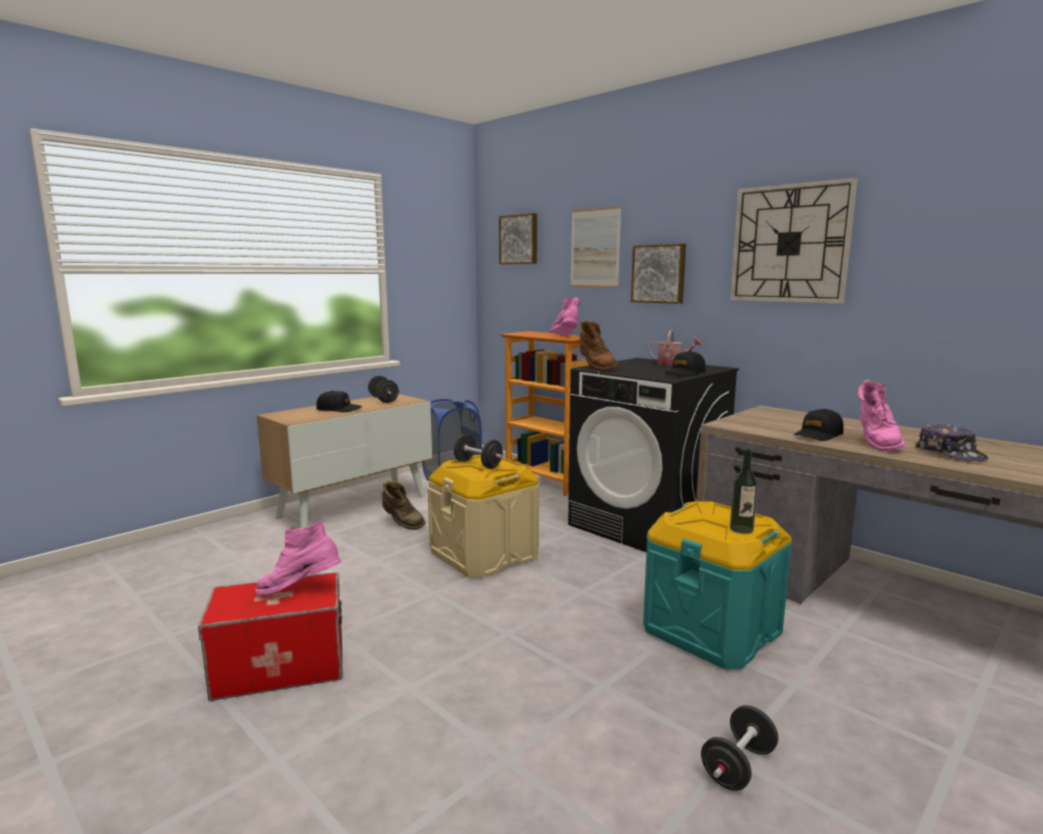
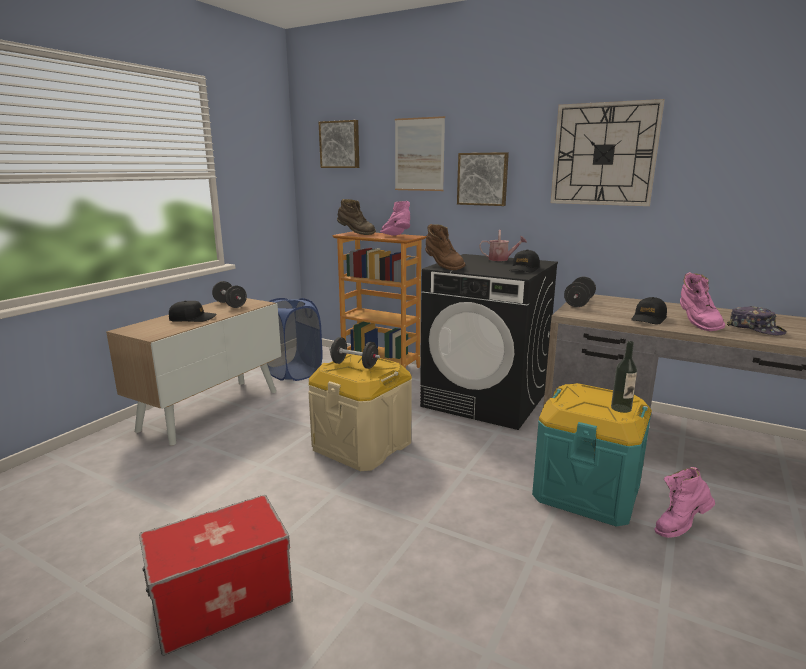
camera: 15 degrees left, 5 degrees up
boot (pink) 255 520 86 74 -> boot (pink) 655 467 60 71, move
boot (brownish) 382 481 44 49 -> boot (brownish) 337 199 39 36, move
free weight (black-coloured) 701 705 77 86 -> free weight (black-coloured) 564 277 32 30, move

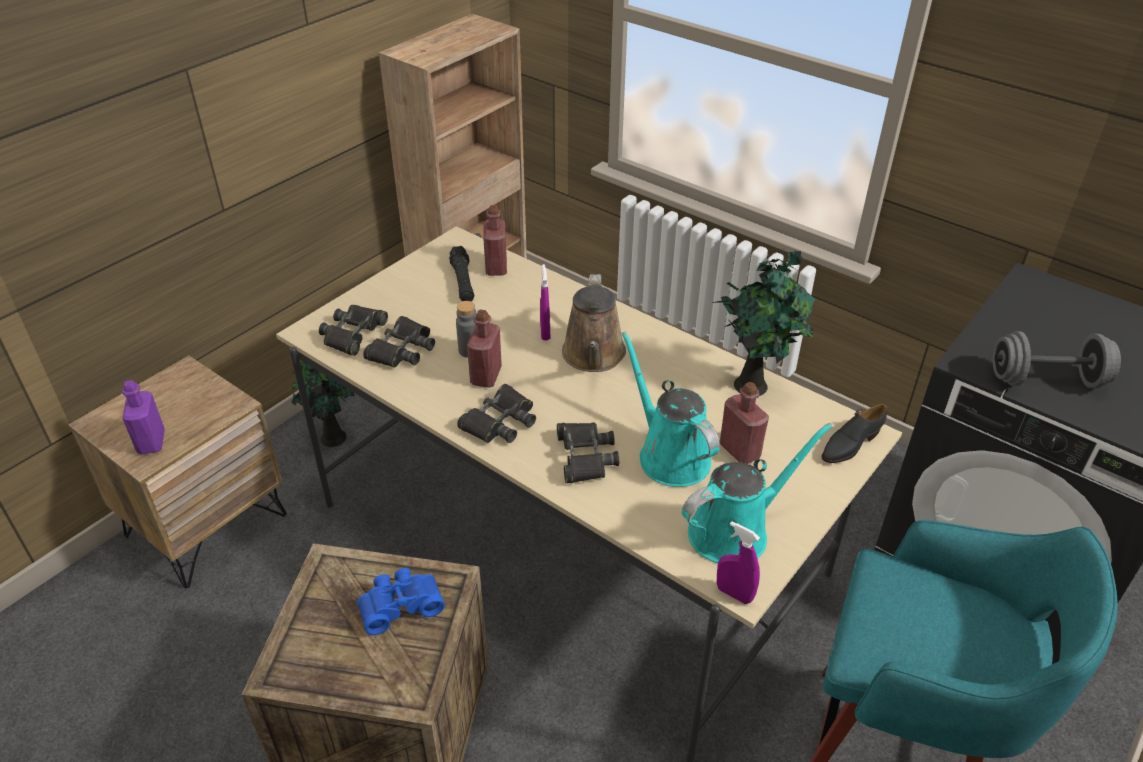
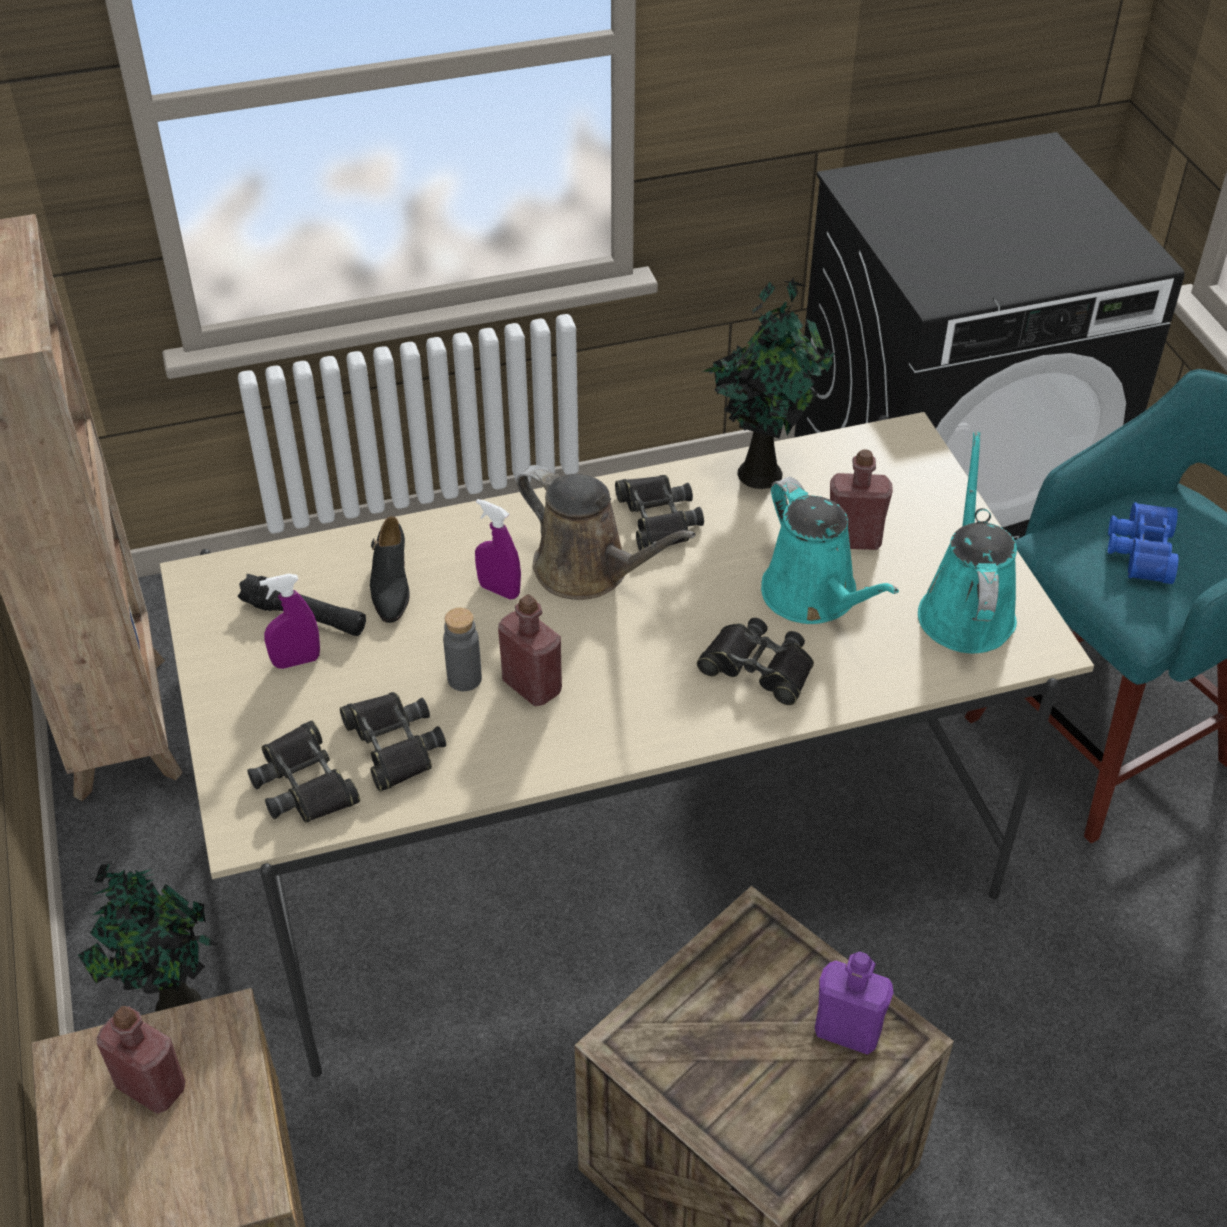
camera: 55 degrees left, 5 degrees up
free weight (gray) 993 331 128 57 -> none
beverage bottle (purple) 122 380 43 74 -> beverage bottle (purple) 815 951 78 104, move
binoculars (blue) 357 568 88 67 -> binoculars (blue) 1108 502 70 82, move
binoculars (black-coloured) 457 384 79 59 -> binoculars (black-coloured) 615 475 89 76, move
beverage bottle (red) 483 205 24 71 -> beverage bottle (red) 97 1006 88 108, move
sprayer (purple) 717 521 43 83 -> sprayer (purple) 260 574 60 95, move
item of footwear (black-coloured) 822 404 65 59 -> item of footwear (black-coloured) 370 516 40 107, move
watering can (turquoise-coloured) 621 331 99 156 -> watering can (turquoise-coloured) 761 477 138 147, 120 degrees counterclockwise

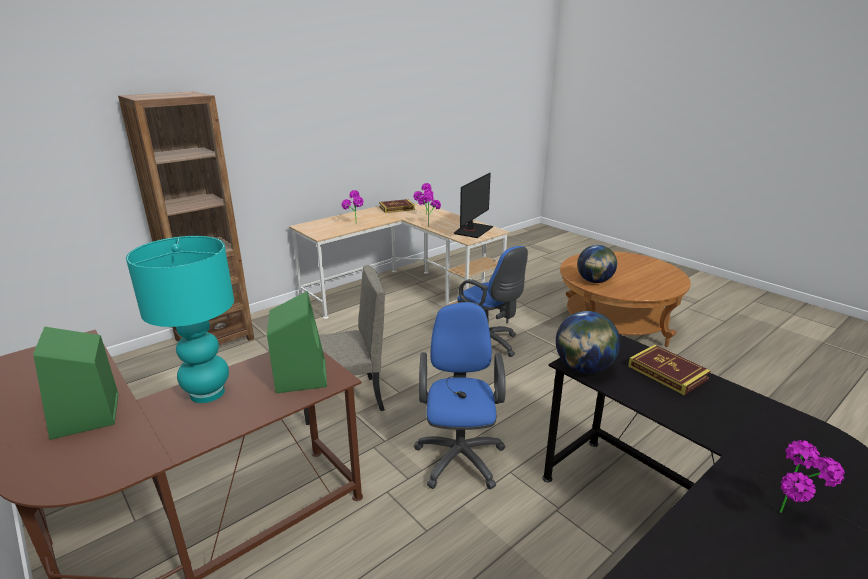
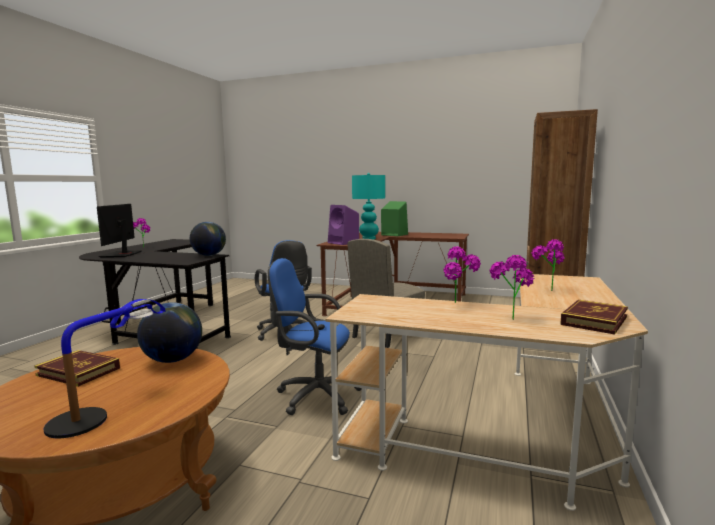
camera: 150 degrees right, 15 degrees down
none -> table lamp 44 299 122 139
computer screen 454 173 39 65 -> computer screen 97 204 45 54, move
volume 628 345 83 50 -> volume 34 350 86 37, move
loudspeaker (green) 267 291 60 102 -> loudspeaker (purple) 328 205 31 40

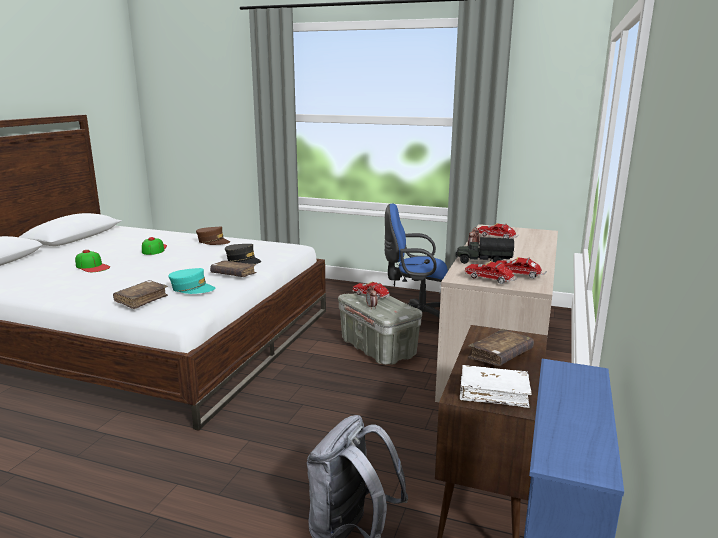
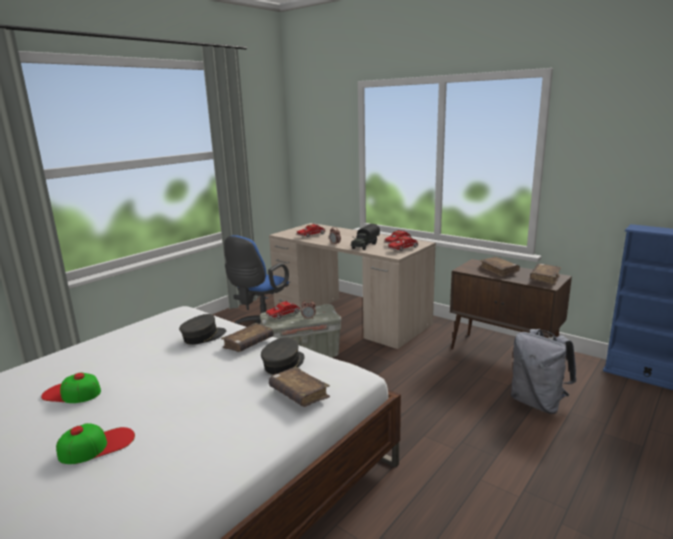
camera: 70 degrees left, 0 degrees up
peaked cap (brownish) 196 227 34 18 -> none
peaked cap (turquoise-coloured) 168 268 47 26 -> peaked cap (gray) 261 337 44 38
volume (white-coloured) 460 365 72 43 -> volume (brownish) 530 263 31 23

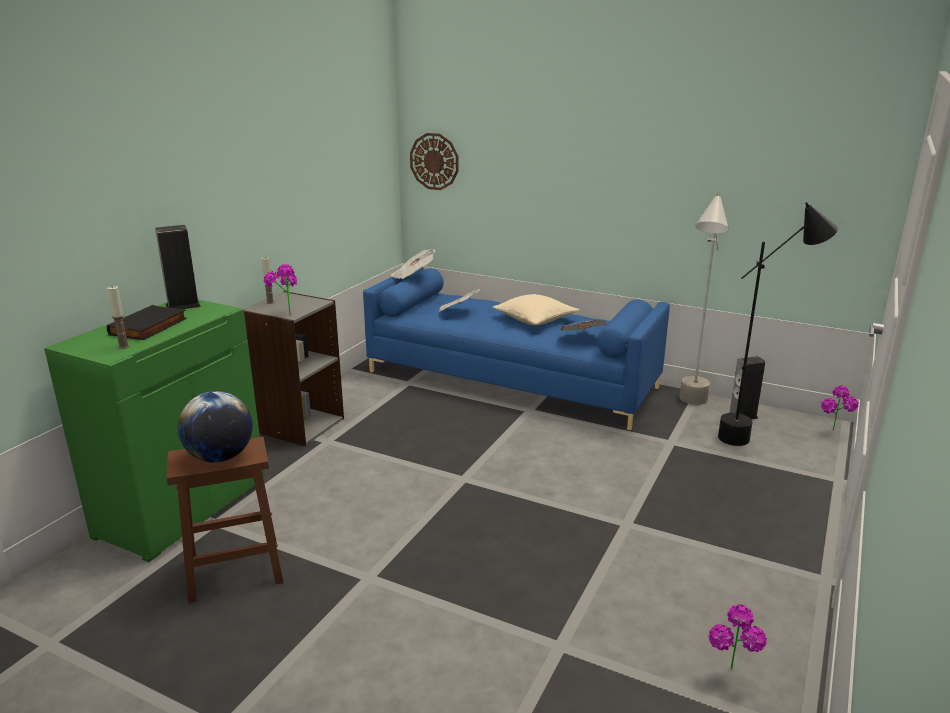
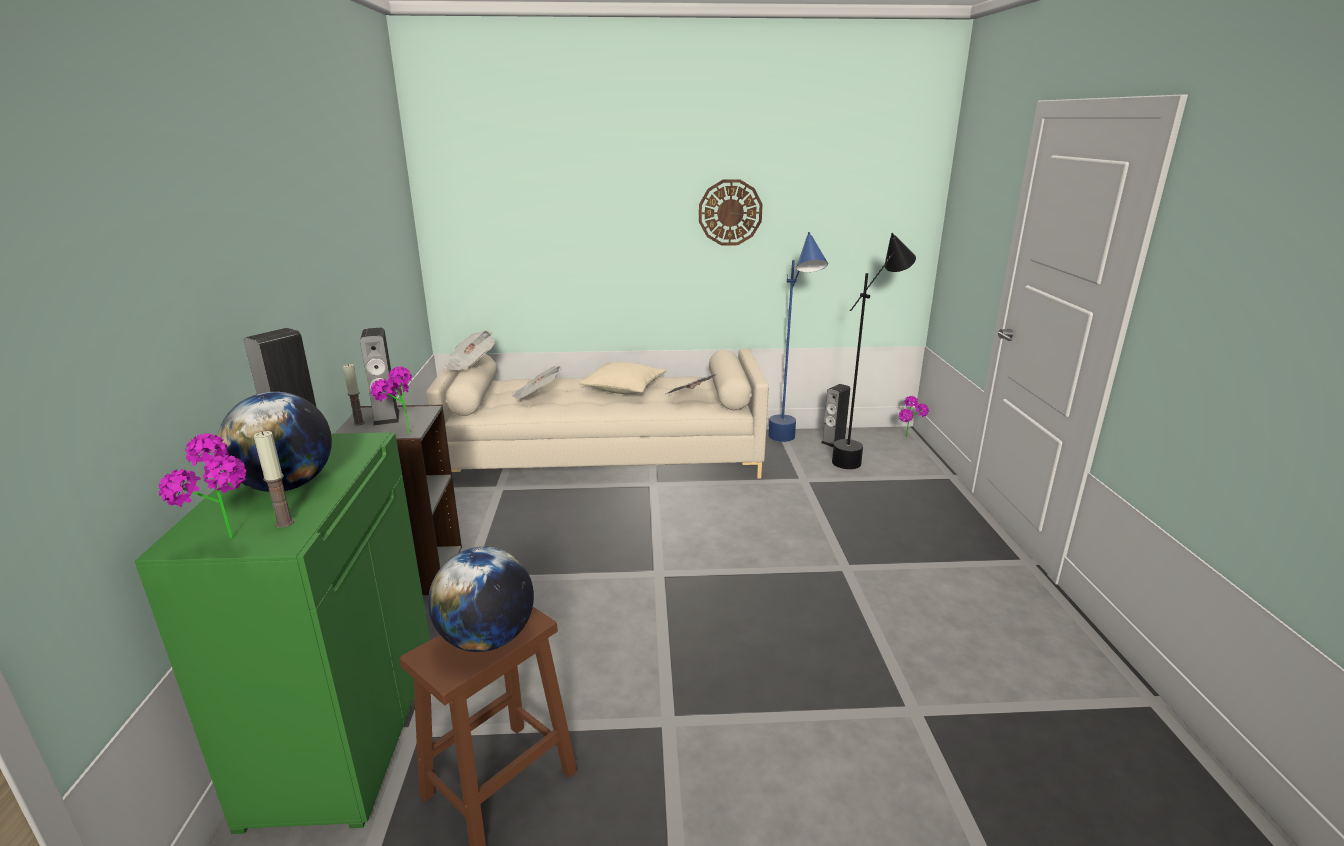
camera: 30 degrees left, 0 degrees up
none -> loudspeaker 360 328 39 98
clock on the wall 410 133 49 57 -> clock on the wall 699 179 64 67, move
houseplant 708 604 59 65 -> houseplant 158 433 88 105, move
volume (black-coloured) 107 305 80 35 -> desk globe 218 392 114 100
settee (blue) 363 267 307 163 -> settee (beige-coloured) 426 349 343 130
floor lamp (gray) 679 192 50 213 -> floor lamp (blue) 768 232 60 210

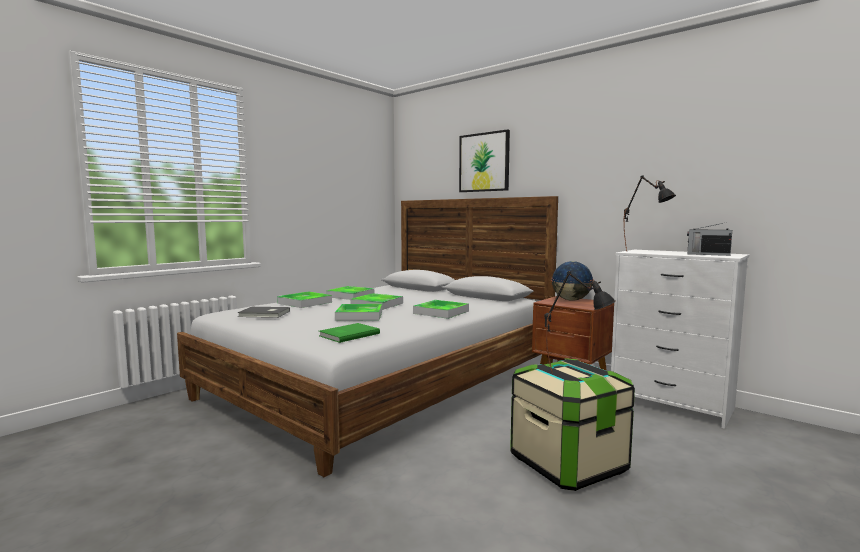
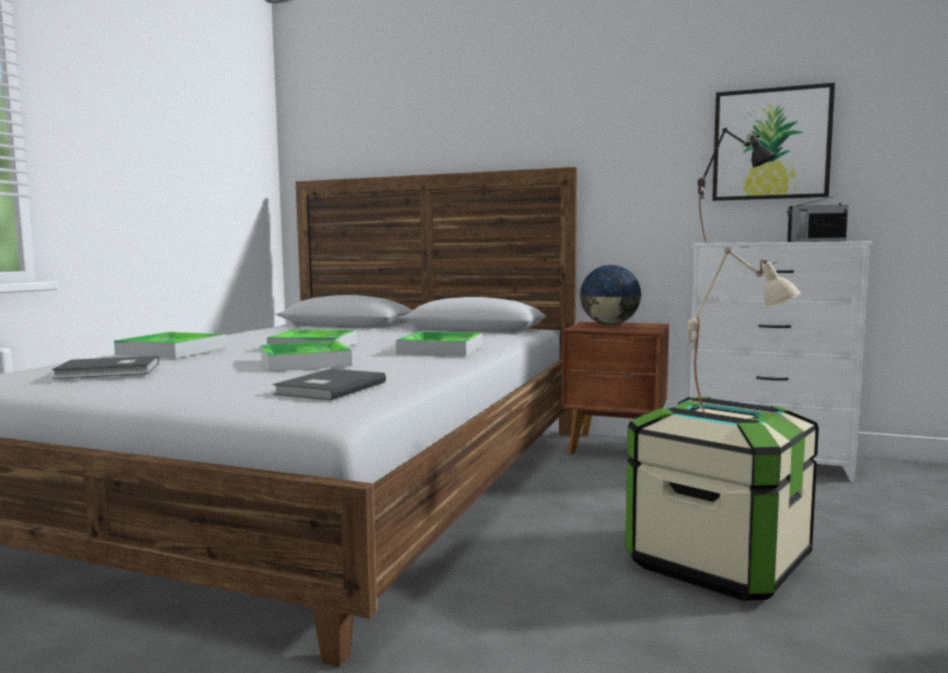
camera: 20 degrees left, 0 degrees up
carrying tray 326 286 48 14 -> none
wall picture 459 129 51 63 -> wall picture 712 83 123 118, move
volume (green) 319 323 61 20 -> volume (gray) 272 369 114 31
table lamp (black-coloured) 544 271 72 102 -> table lamp (beige-coloured) 687 247 114 170

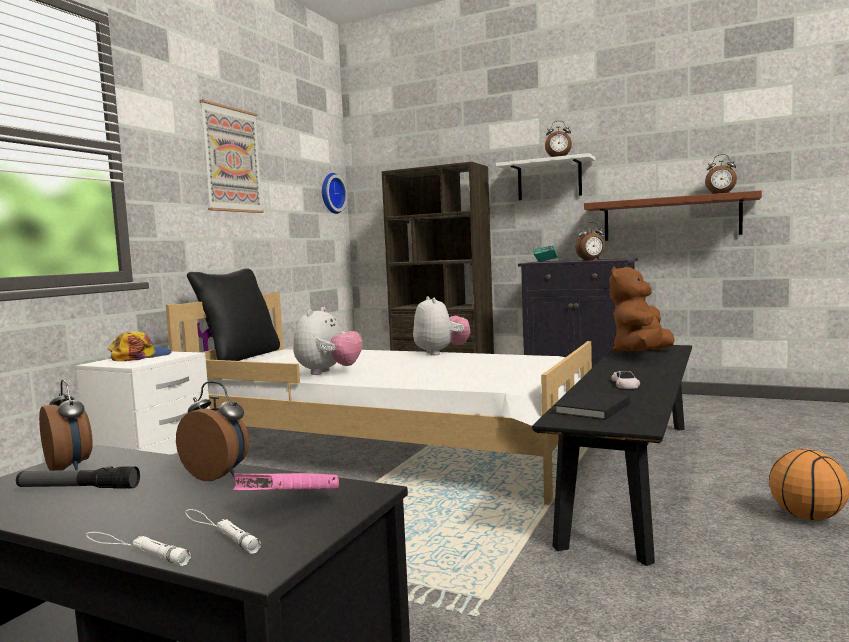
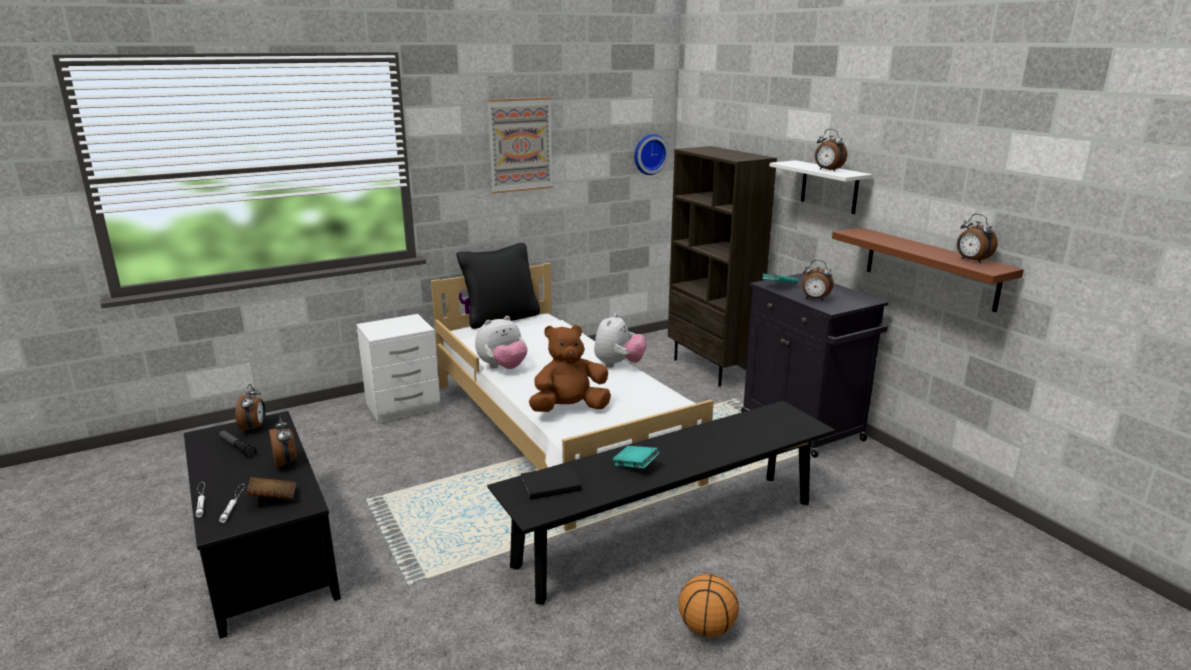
camera: 35 degrees right, 15 degrees up
peaked cap 108 331 64 30 -> none
soft toy (brownish) 609 267 66 86 -> soft toy (brownish) 529 325 82 87, move
model car (white-coloured) 611 371 29 18 -> volume (turquoise-coloured) 612 446 47 23
volume (pink) 233 473 106 18 -> volume (brownish) 246 477 50 23

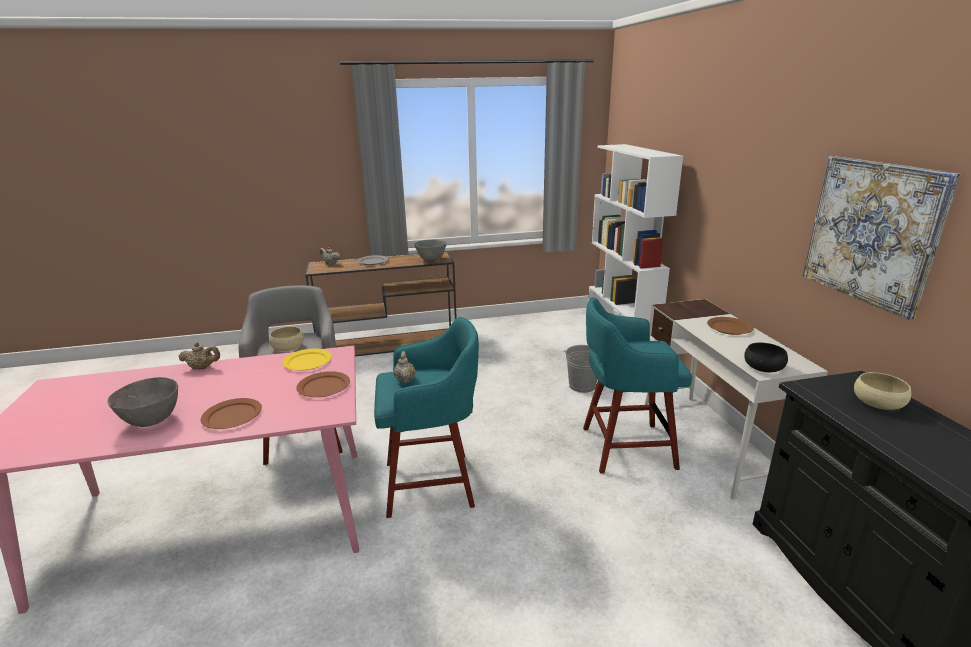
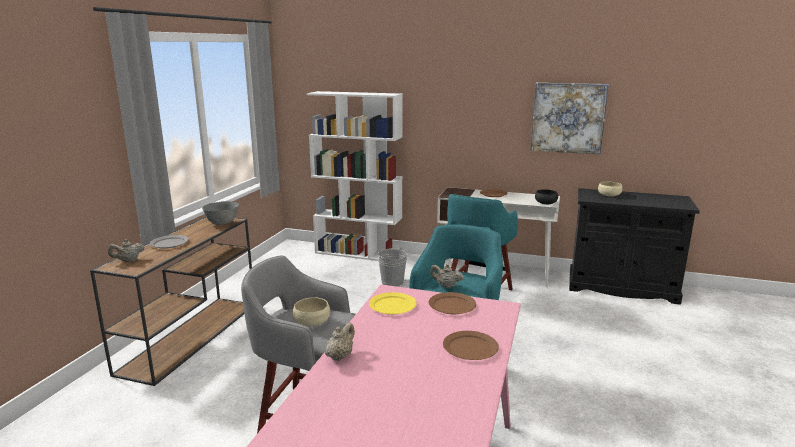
camera: 60 degrees left, 5 degrees down
bowl (gray) 107 377 71 50 -> none

